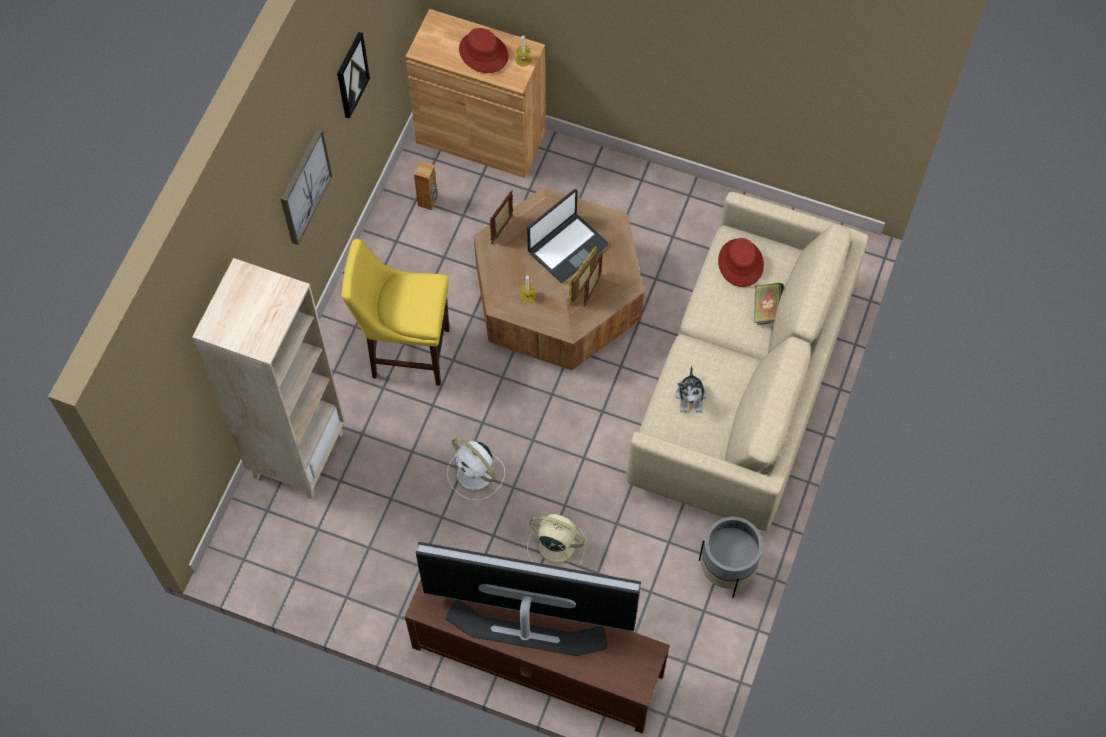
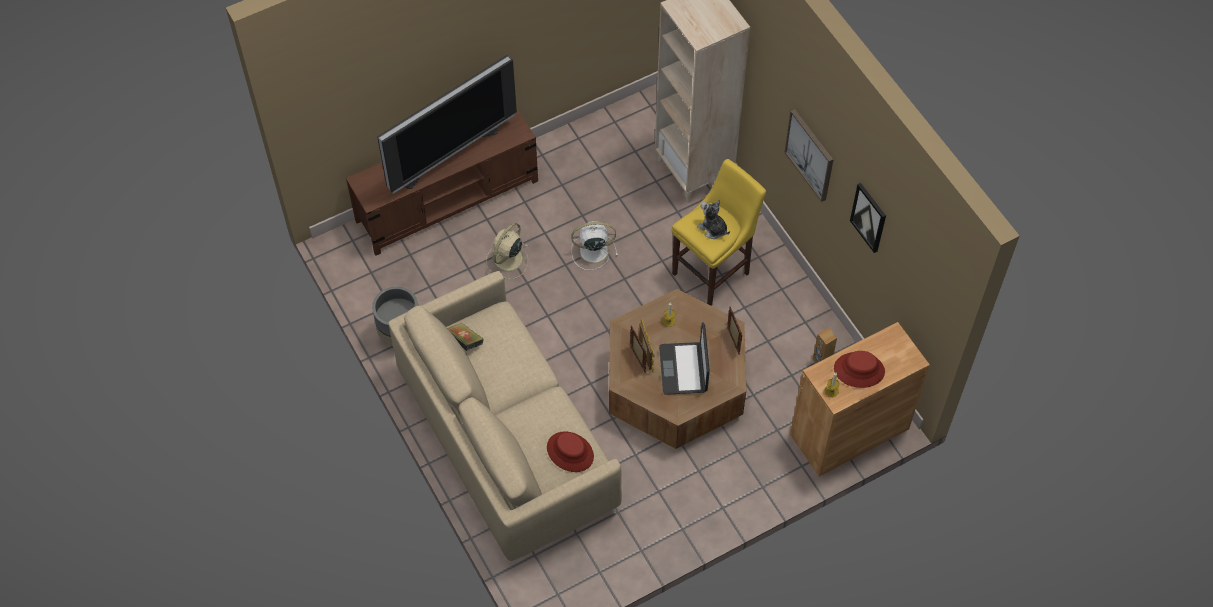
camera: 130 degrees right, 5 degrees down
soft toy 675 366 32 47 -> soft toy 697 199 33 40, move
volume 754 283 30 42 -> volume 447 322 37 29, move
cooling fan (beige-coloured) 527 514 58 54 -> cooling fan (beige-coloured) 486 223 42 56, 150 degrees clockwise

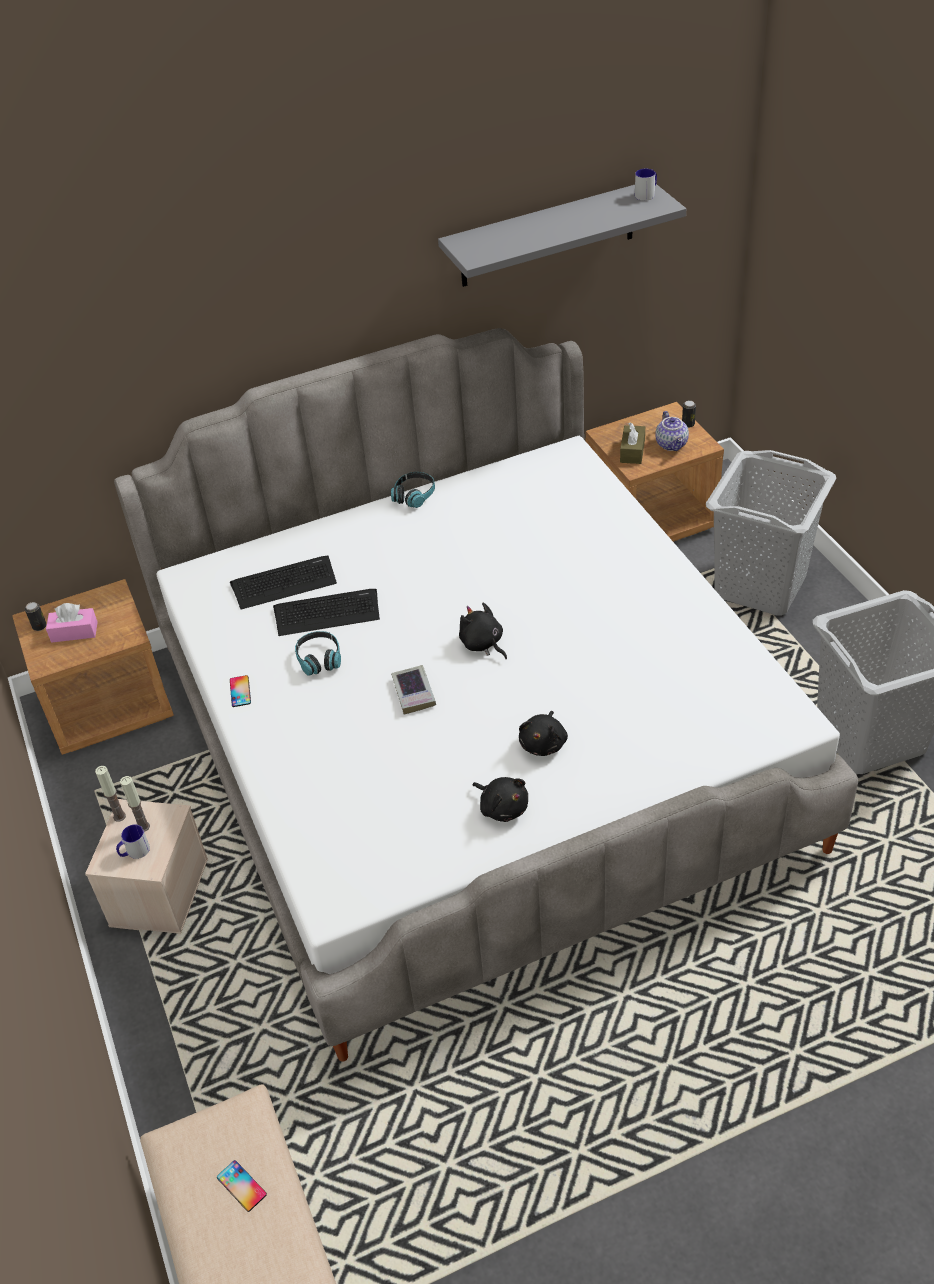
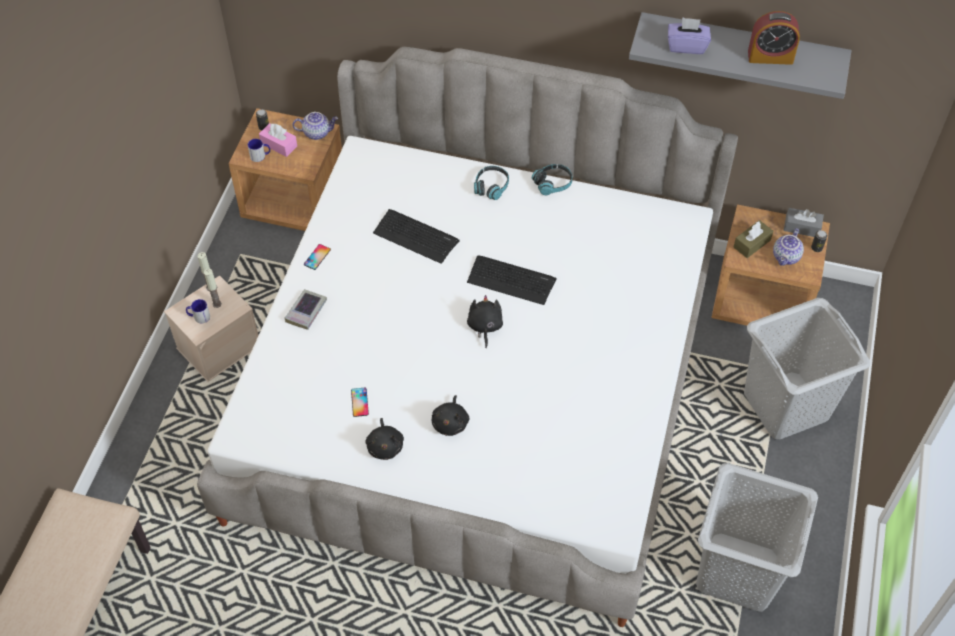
camera: 35 degrees right, 10 degrees up
none -> pot for tea 293 112 45 28
none -> tissue box (purple) 668 17 43 37
none -> alarm clock 748 11 52 54
none -> tissue box (gray) 783 208 41 29
handset 217 1160 50 52 -> handset 351 388 18 29, move
computer keyboard 230 555 107 55 -> computer keyboard 467 255 90 50, move
headset 295 631 46 45 -> headset 474 166 35 34, move
volume 391 665 45 50 -> volume 284 289 43 41, move
mug 635 169 22 32 -> mug 248 139 22 23, move
soft toy (black-coloured) 519 711 49 45 -> soft toy (black-coloured) 432 395 37 41, 45 degrees counterclockwise

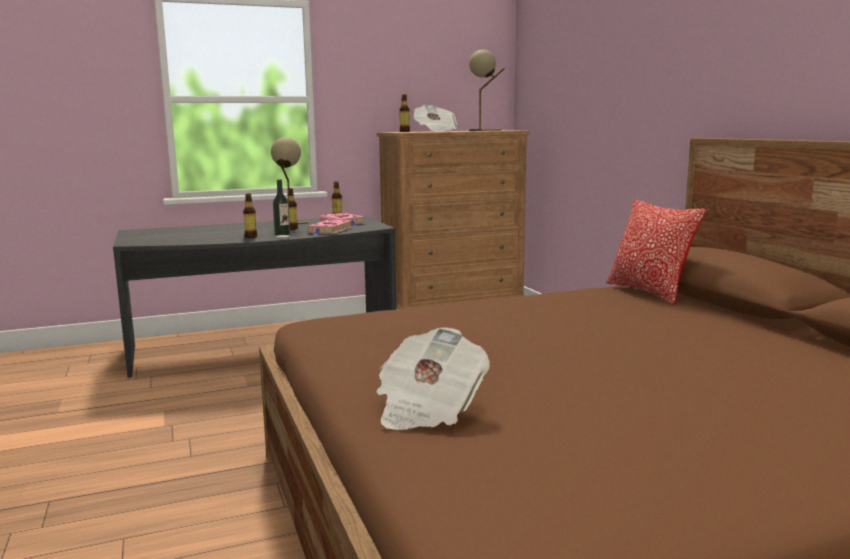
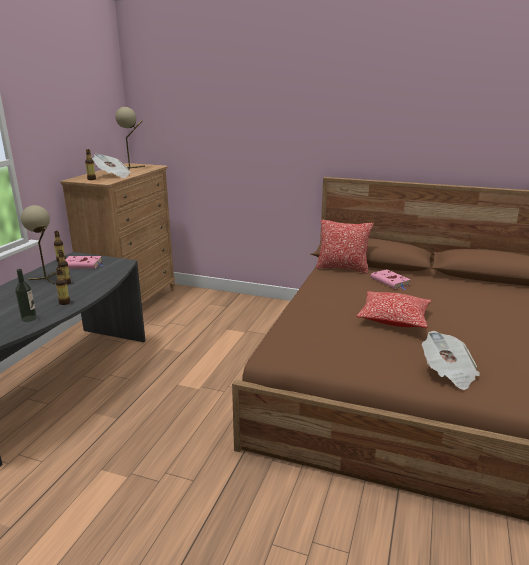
camera: 50 degrees left, 10 degrees up
none -> throw pillow 356 291 76 37
beverage bottle 273 179 17 59 -> beverage bottle 15 269 22 53, move
volume (pink) 307 220 45 15 -> volume (pink) 371 269 40 21, move

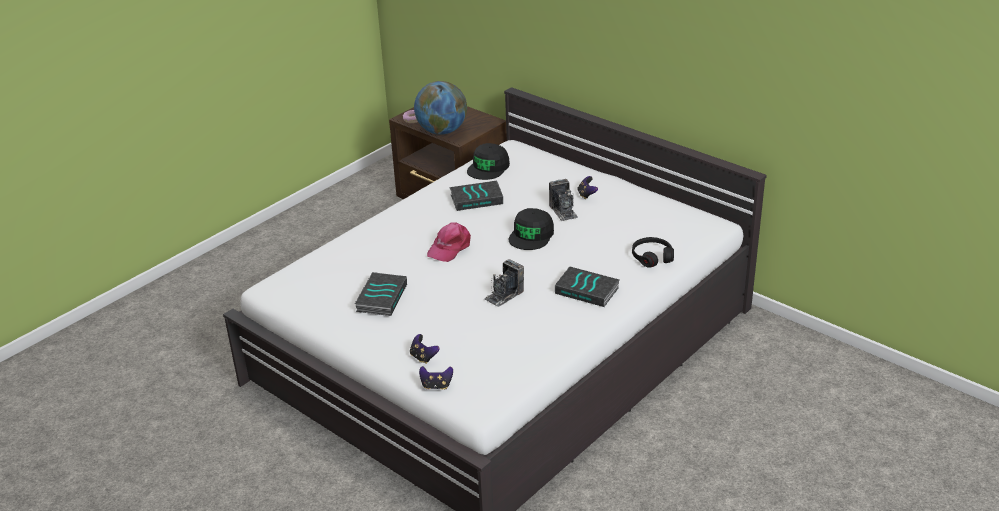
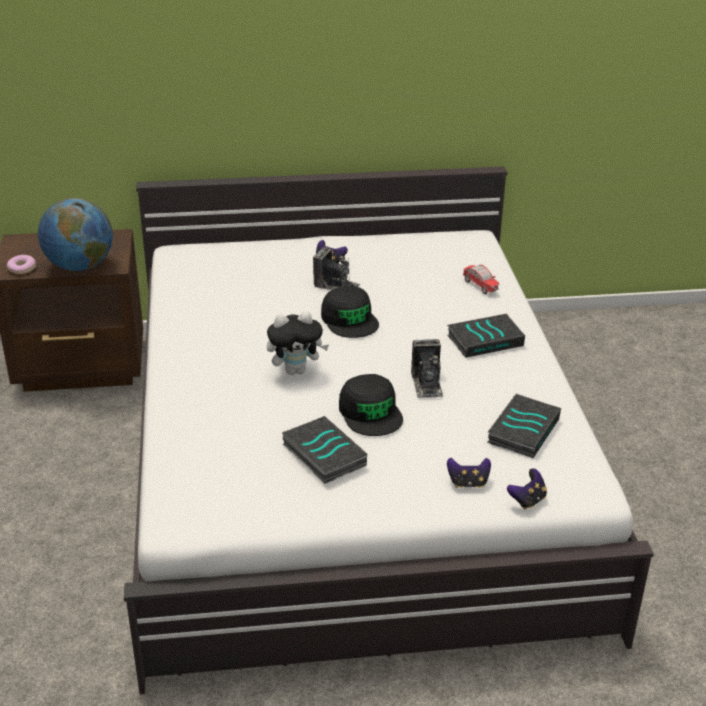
camera: 50 degrees left, 0 degrees up
volume 449 181 54 30 -> volume 487 394 74 64, move
peaked cap (black-coloured) 467 143 43 37 -> peaked cap (black-coloured) 339 374 64 62, move
peaked cap (pink) 427 222 44 40 -> soft toy 267 311 62 64
headset (black-coloured) 632 237 42 31 -> model car 463 265 37 29

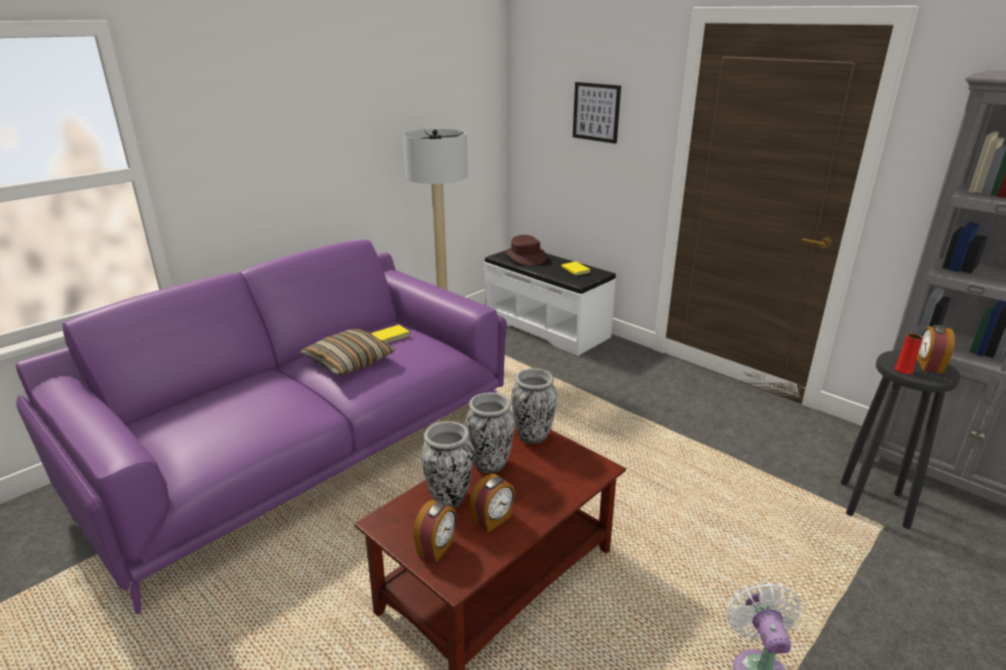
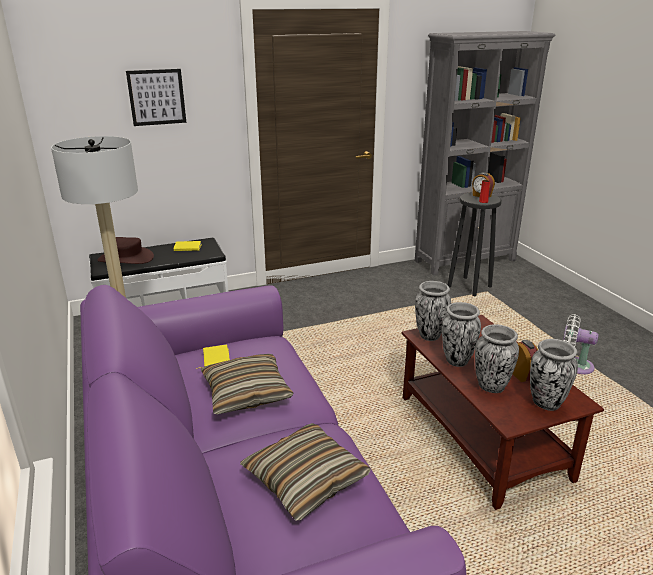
camera: 65 degrees left, 0 degrees up
none -> throw pillow 240 423 131 98
alarm clock 413 500 44 62 -> flower vase 530 339 48 72

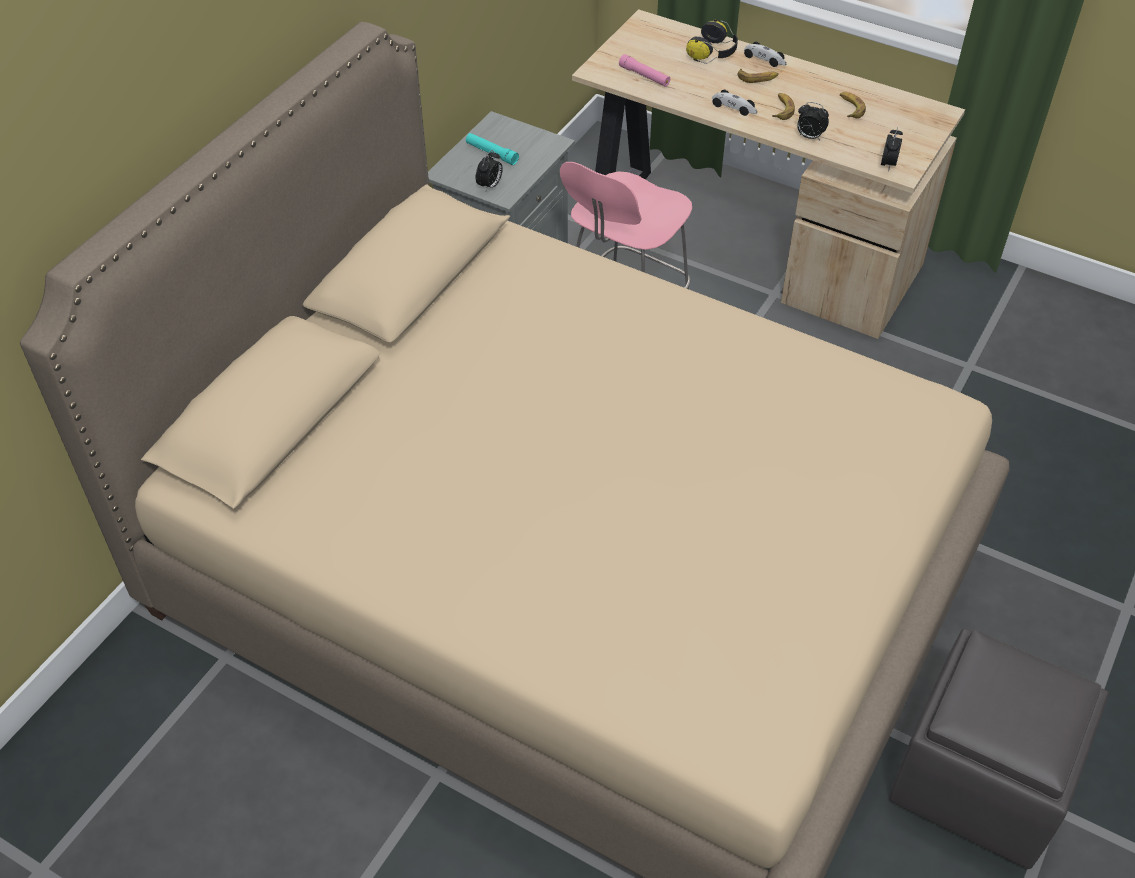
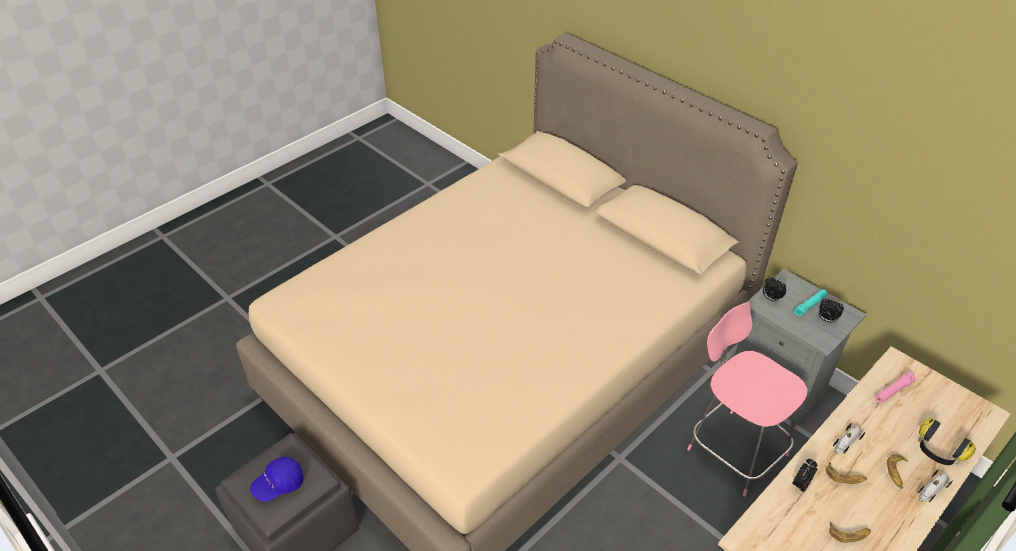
camera: 105 degrees right, 5 degrees down
none -> peaked cap (blue) 250 457 54 45
alarm clock 881 127 22 44 -> alarm clock 819 298 25 25, move

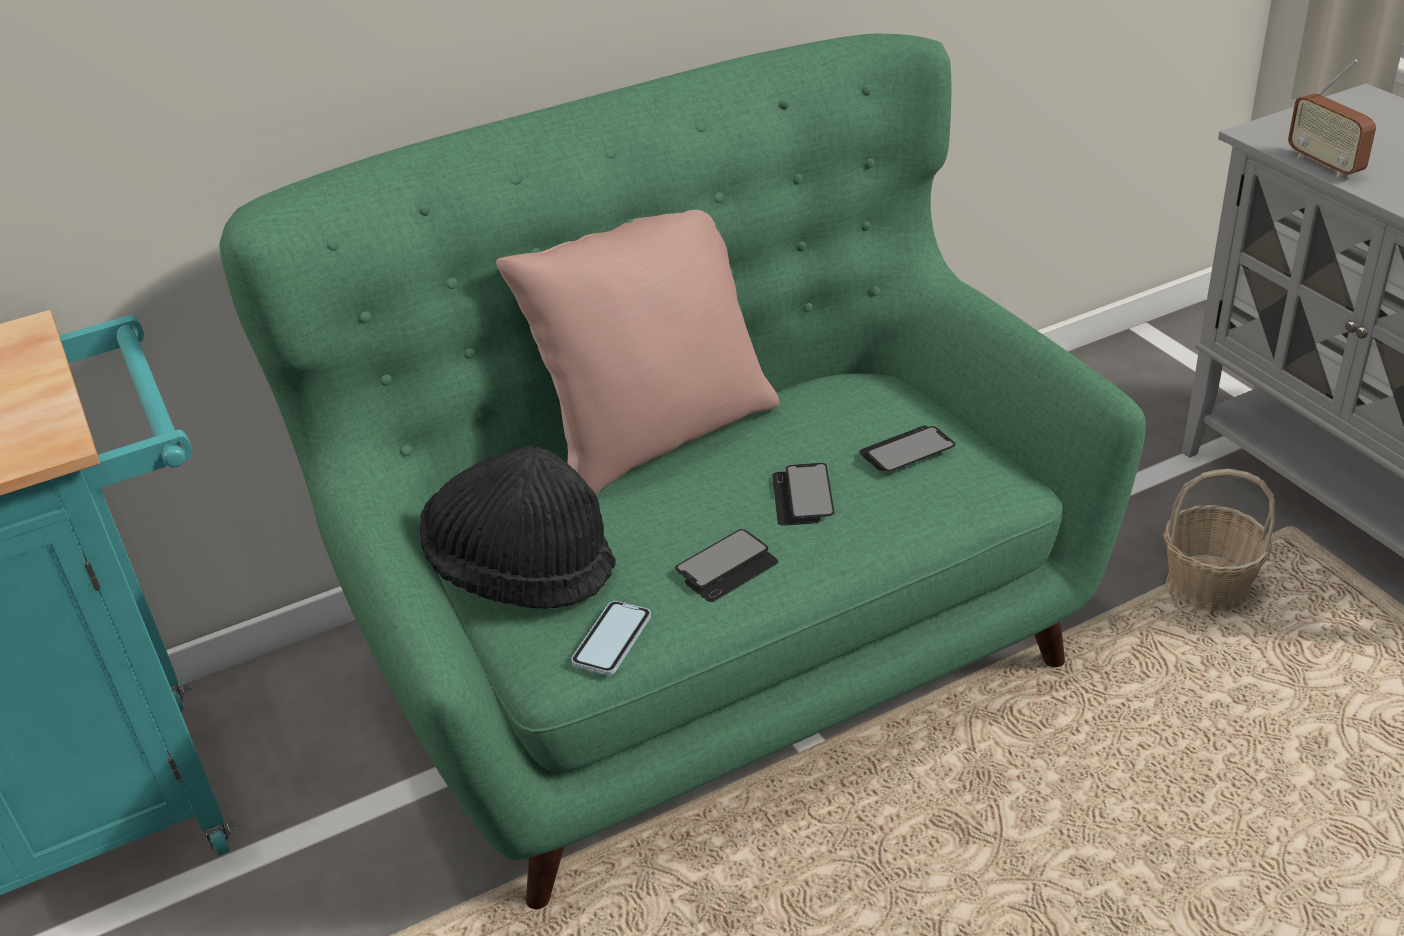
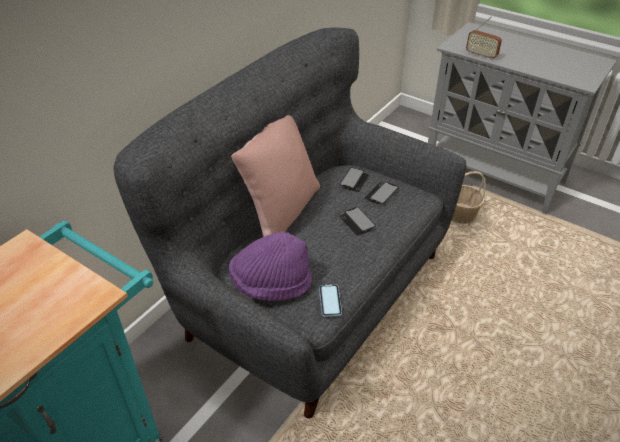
camera: 30 degrees left, 5 degrees up
handset 675 529 103 73 -> handset 339 167 30 25, move
settee (green) 219 34 927 875 -> settee (gray) 113 28 353 390
wearable hat (black-coloured) 420 446 196 163 -> wearable hat (purple) 229 232 83 69

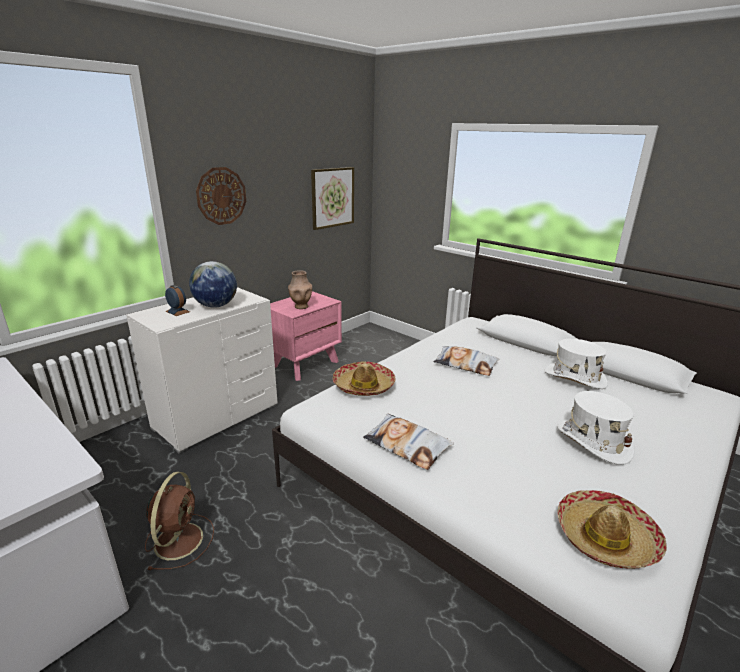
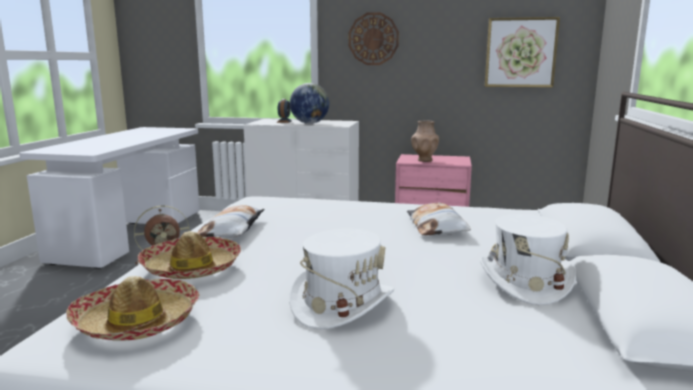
camera: 60 degrees right, 10 degrees down
wearable hat 333 361 63 35 -> wearable hat 138 231 103 48, move

